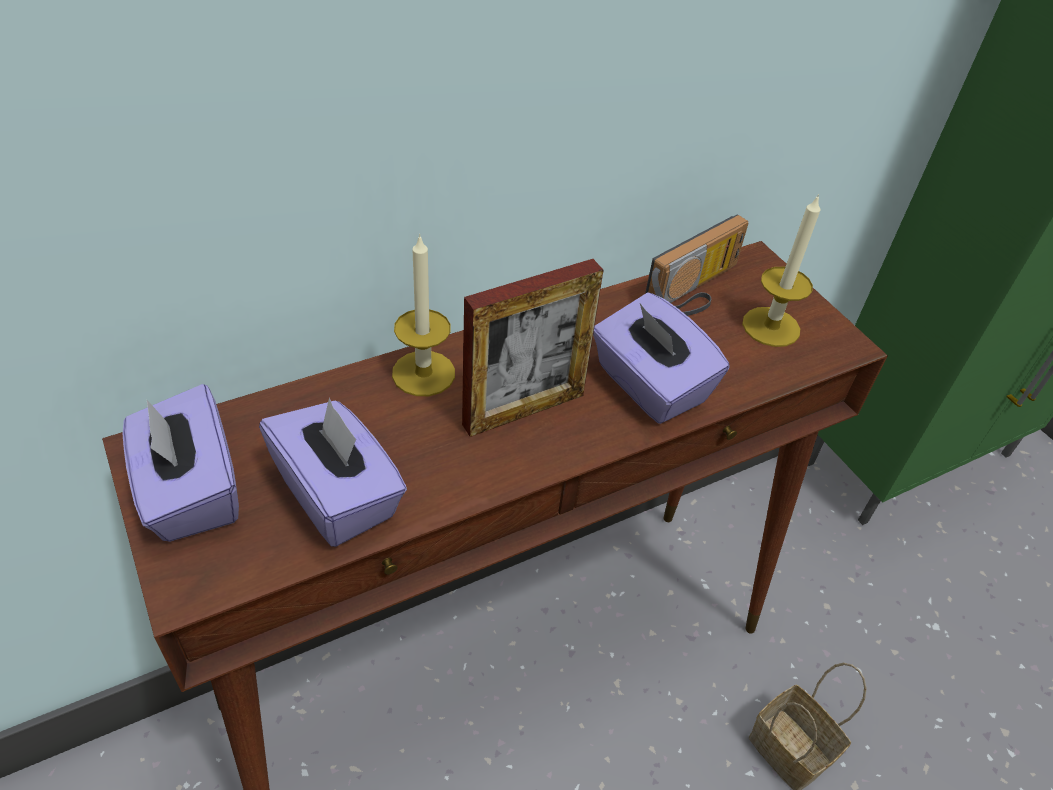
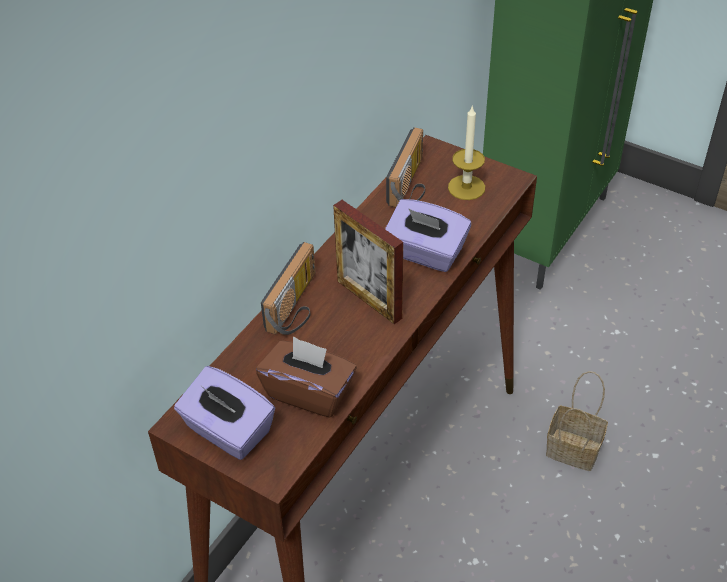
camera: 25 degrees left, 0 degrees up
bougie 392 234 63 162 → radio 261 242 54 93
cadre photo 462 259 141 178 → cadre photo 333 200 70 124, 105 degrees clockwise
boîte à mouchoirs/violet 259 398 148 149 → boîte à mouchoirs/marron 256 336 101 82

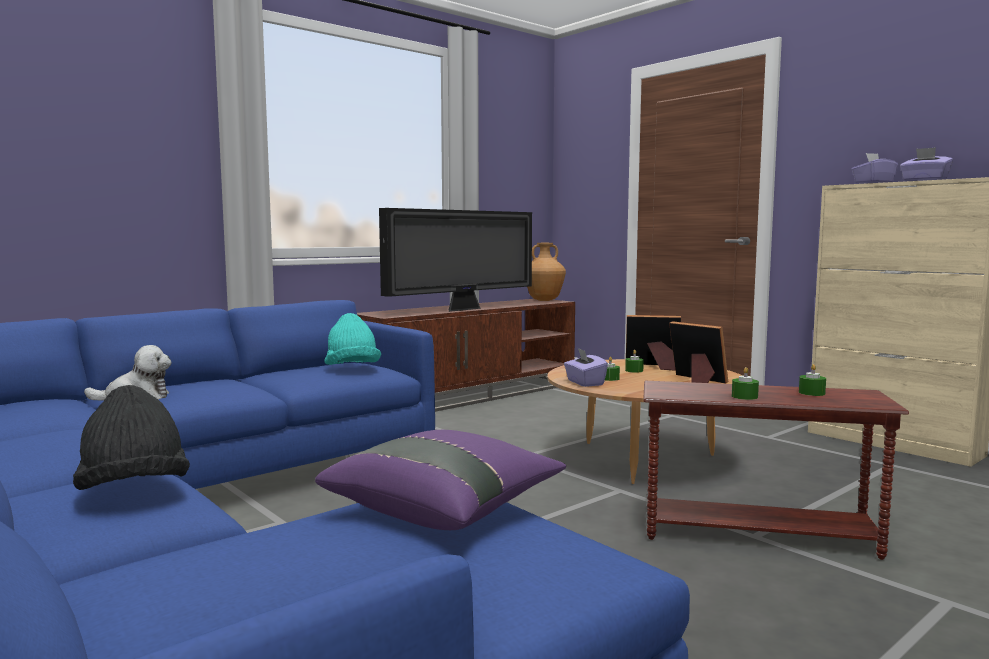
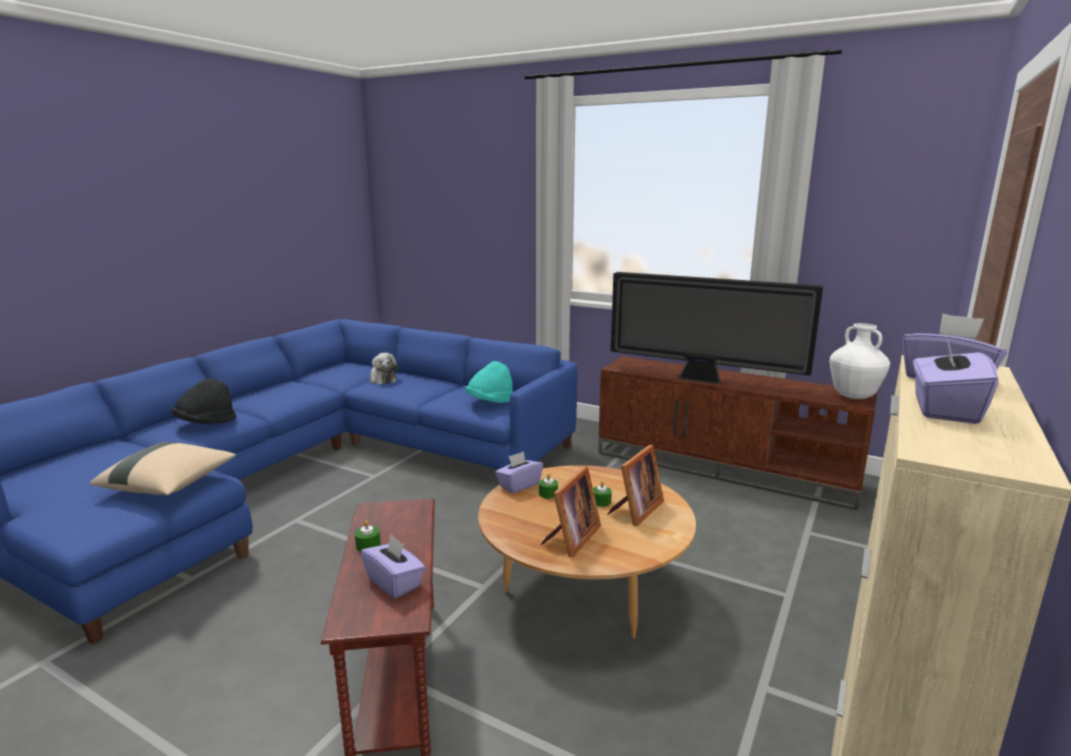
camera: 70 degrees right, 10 degrees up
vase/marron 527 243 39 58 → vase/blanc 829 323 61 76
cadre photo 626 315 55 56 → cadre photo 608 445 56 81, 45 degrees clockwise
bougie/vert 799 364 27 32 → boîte à mouchoirs/violet 361 535 64 63
coussin/violet 315 430 251 100 → coussin/beige 90 442 146 54

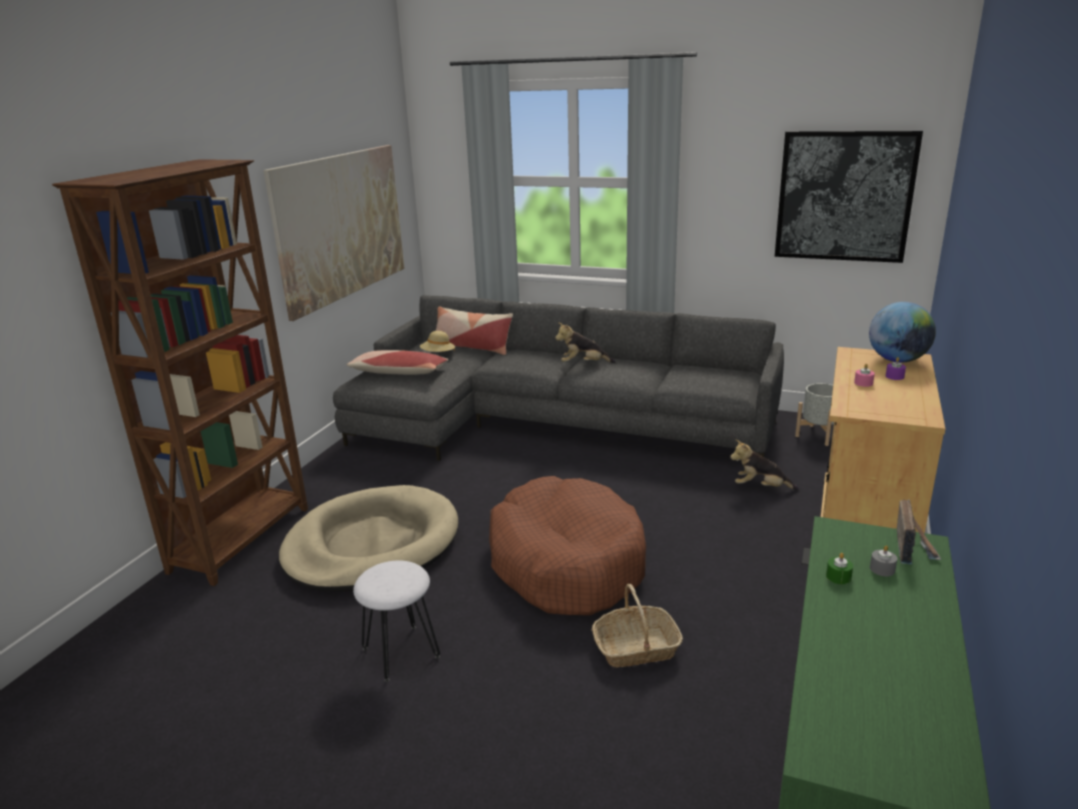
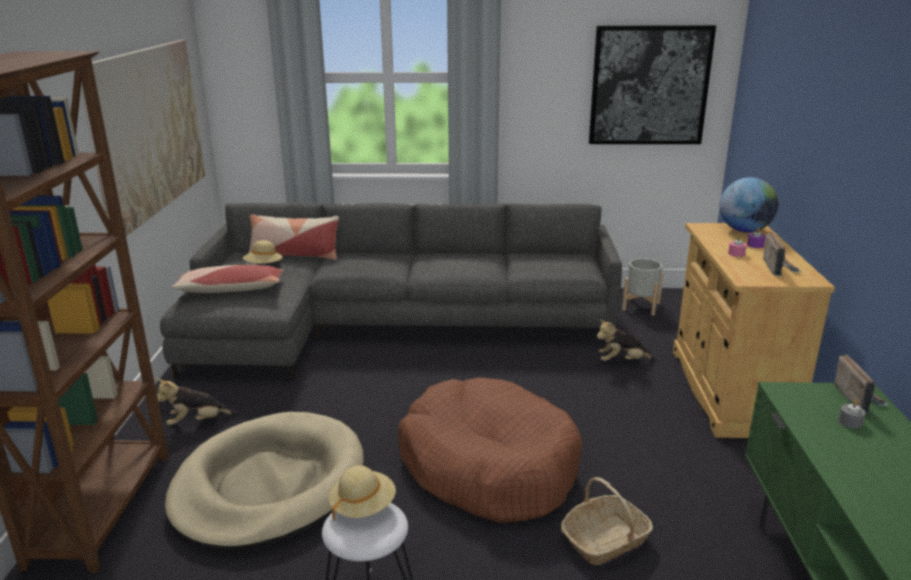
camera: 20 degrees left, 0 degrees up
peluche 555 322 60 41 → peluche 157 379 81 46, moved
bougie/vert 826 553 27 31 → -
- → radio 763 232 38 44
- → chapeau/beige 329 465 67 57

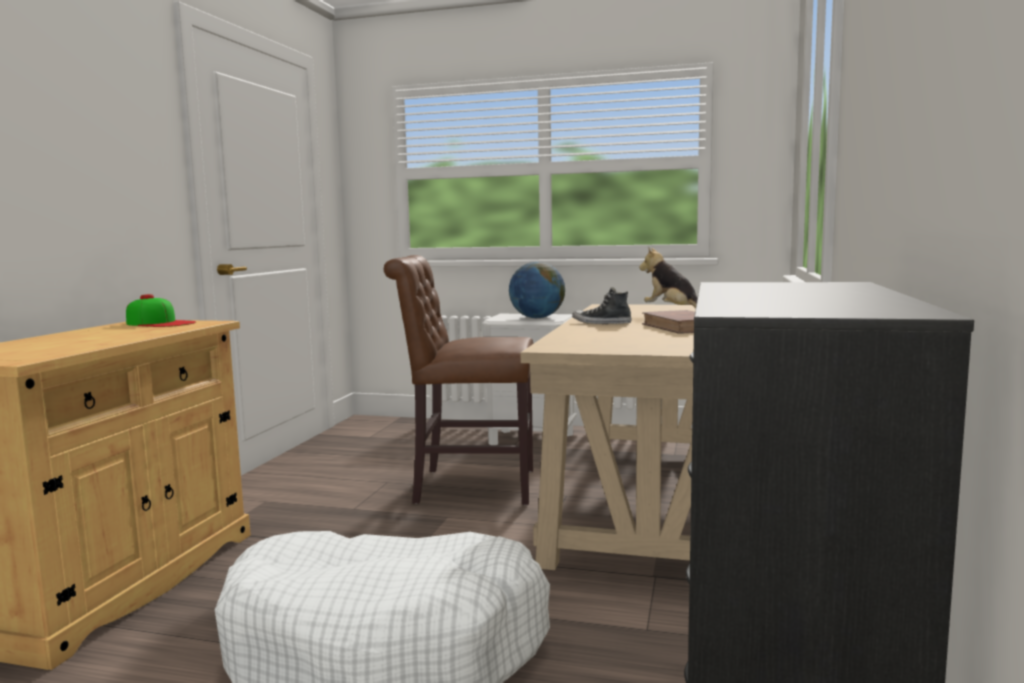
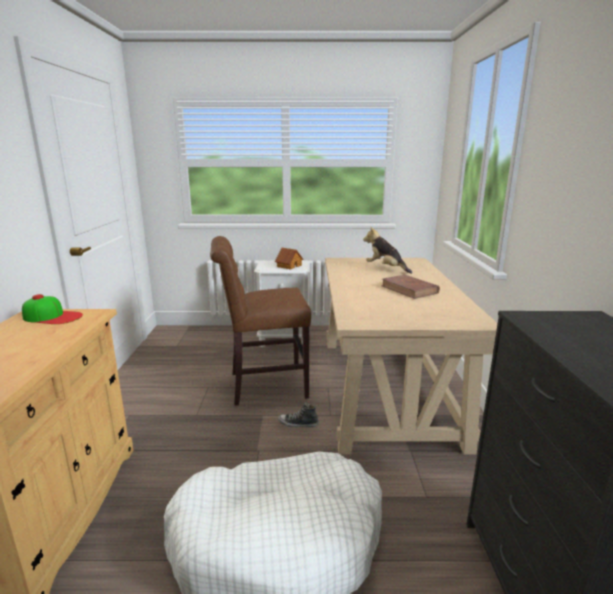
camera: 15 degrees left, 10 degrees up
globe 509 262 56 56 → maison miniature 275 248 28 21
chaussure 572 287 60 37 → chaussure 278 402 41 26, moved

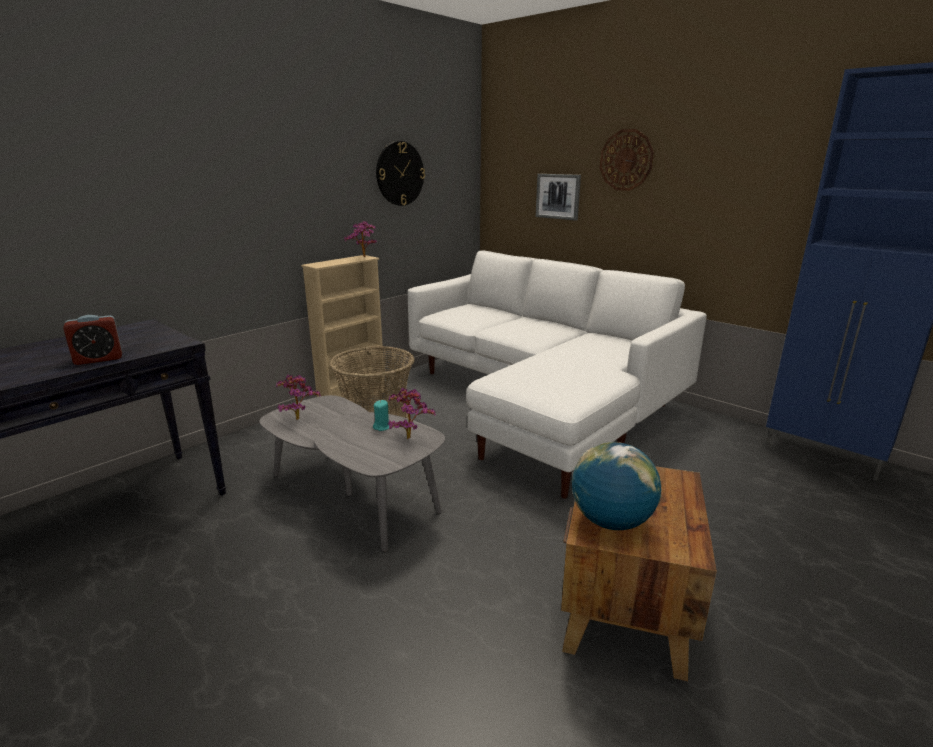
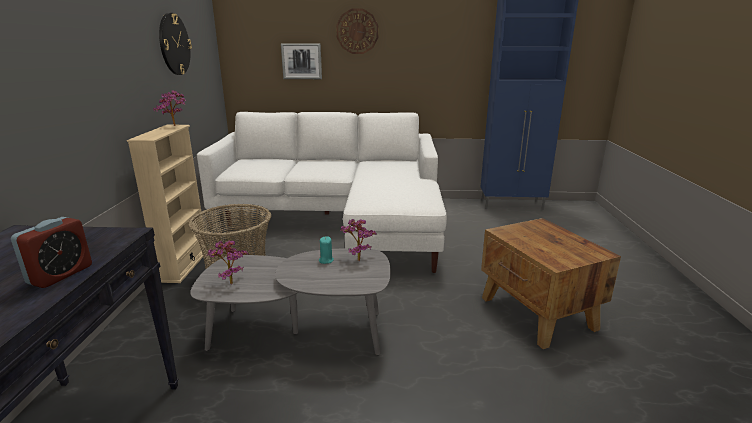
camera: 40 degrees left, 0 degrees up
globe 572 442 90 88 → -

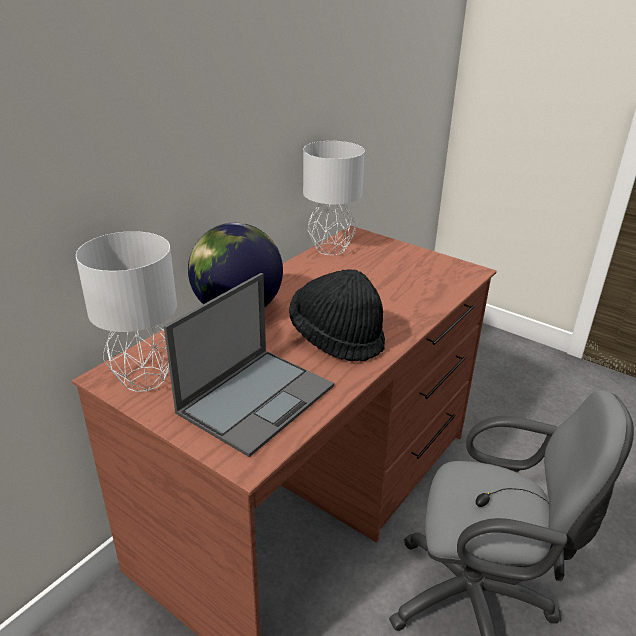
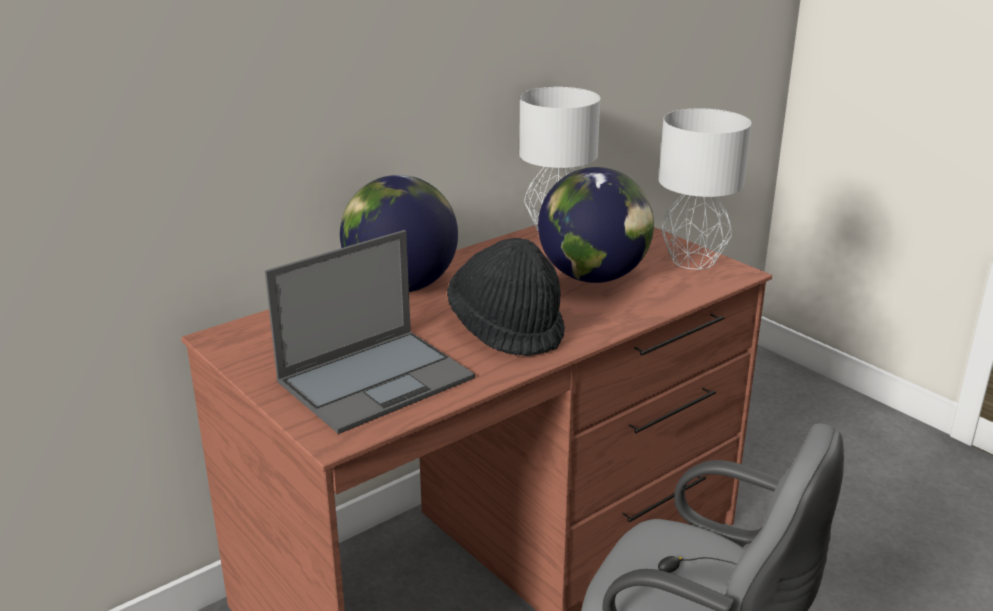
camera: 15 degrees right, 5 degrees down
lampe de table/gris 76 231 101 161 → lampe de table/gris 659 108 92 162, moved
- → globe 538 167 116 116

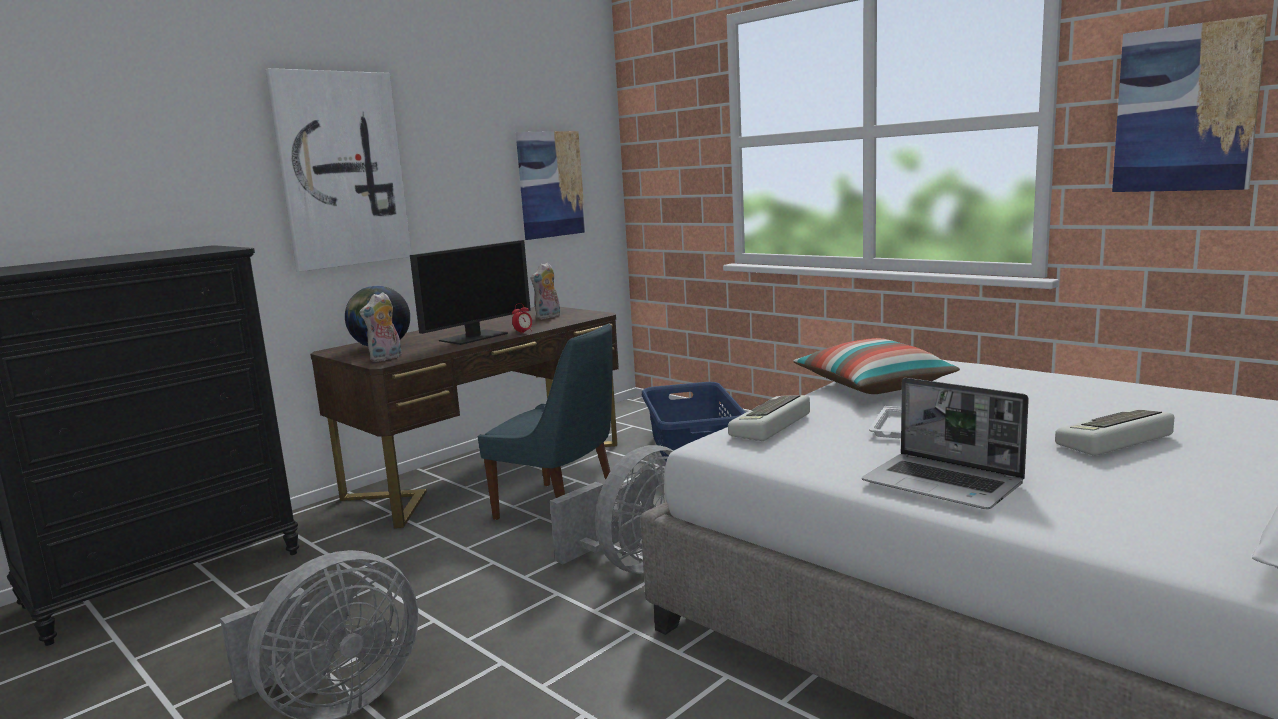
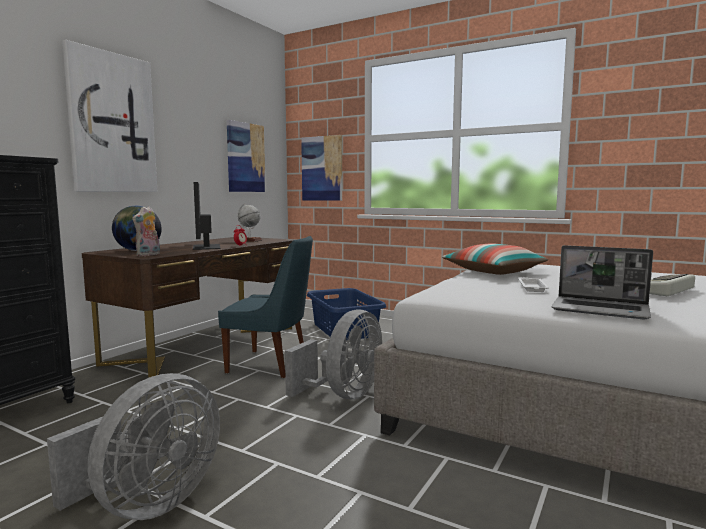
camera: 15 degrees left, 5 degrees down
tableau 1112 14 156 178 → tableau 301 135 41 66, moved
écran d'ordinateur 410 240 121 105 → écran d'ordinateur 193 182 28 68, 135 degrees clockwise
peluche 531 262 29 57 → globe 238 204 24 38
clavier 728 395 82 46 → -

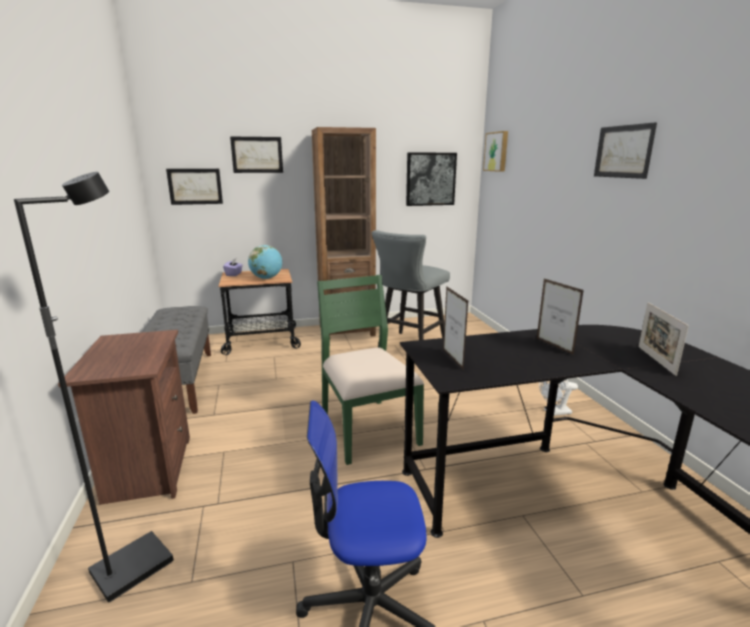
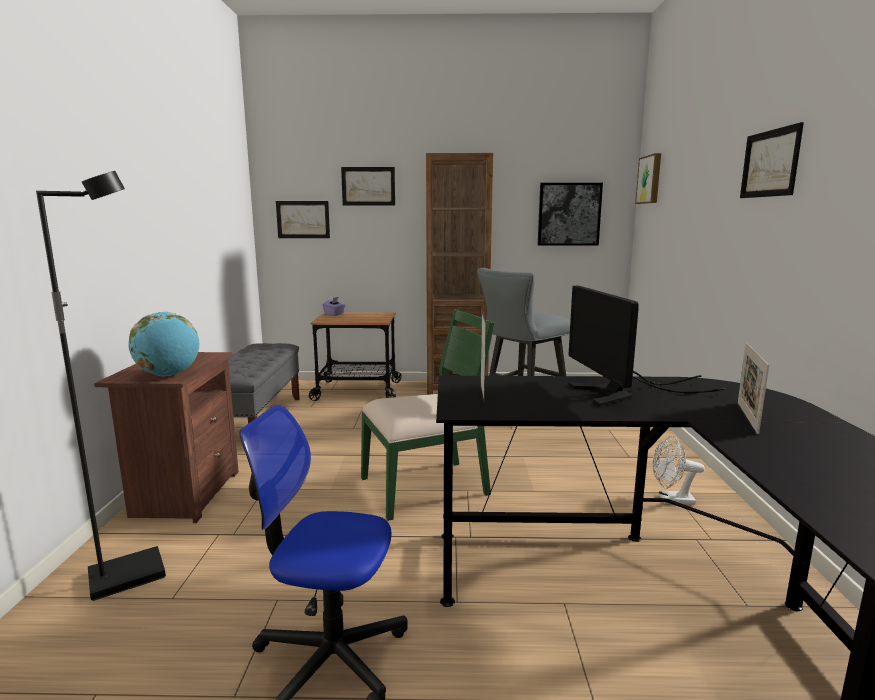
camera: 15 degrees right, 5 degrees down
globe 248 245 34 34 → globe 129 312 70 64, moved
chaise/vert 317 275 107 190 → chaise/vert 361 309 133 212, 75 degrees clockwise
cadre photo 537 278 47 77 → écran d'ordinateur 568 286 157 120

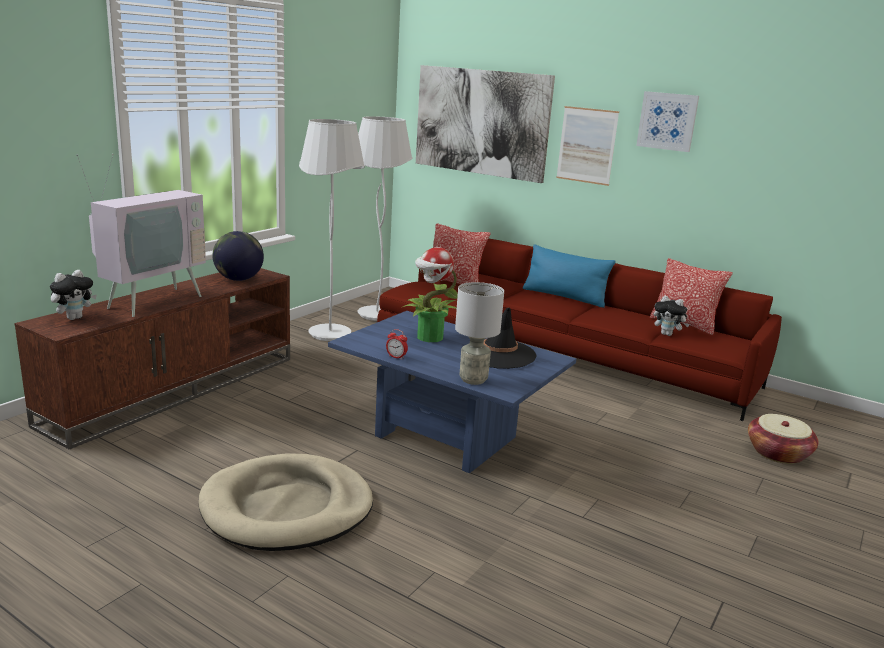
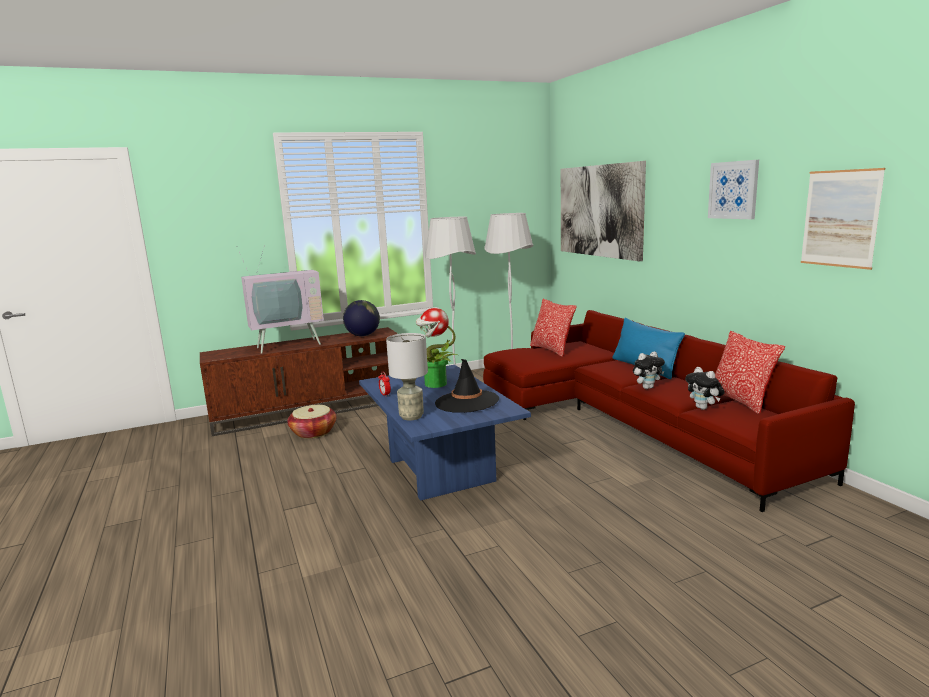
camera: 35 degrees right, 5 degrees down
tableau 556 106 63 80 → tableau 801 168 84 102, moved
peluche 50 270 47 50 → peluche 633 351 32 38, moved
panier 748 414 70 50 → panier 287 405 49 34, moved
panier pour chien/beige 199 453 174 98 → -

